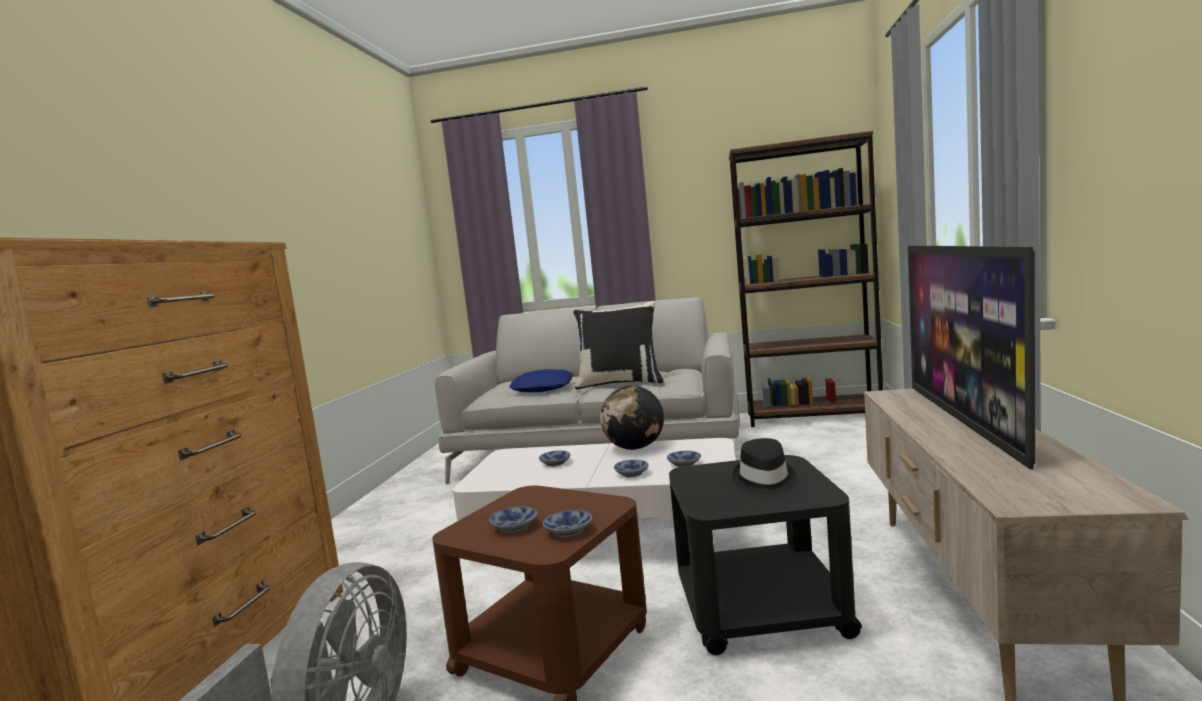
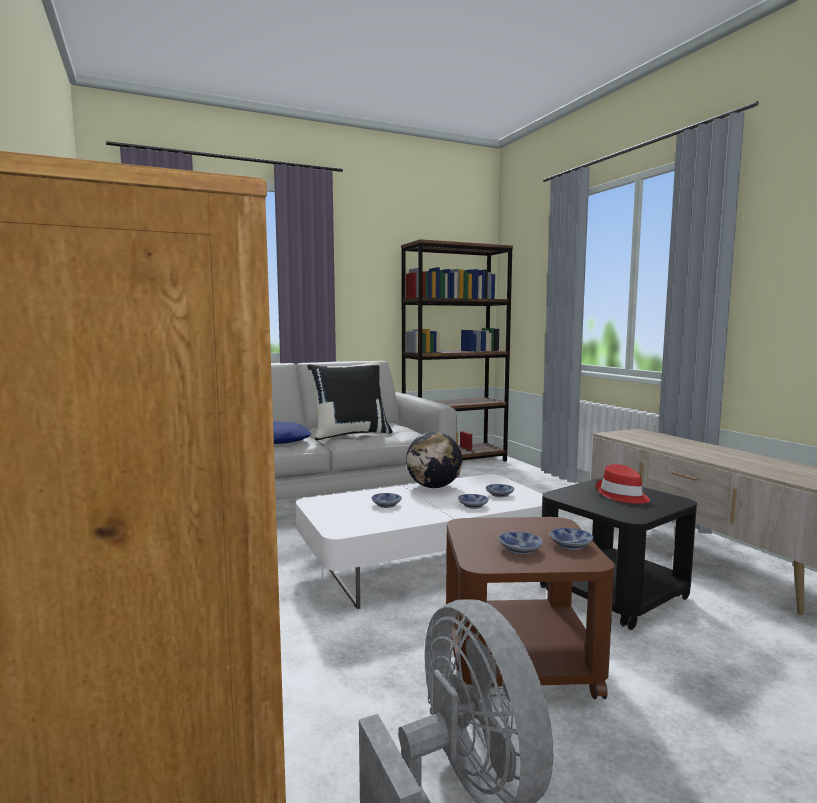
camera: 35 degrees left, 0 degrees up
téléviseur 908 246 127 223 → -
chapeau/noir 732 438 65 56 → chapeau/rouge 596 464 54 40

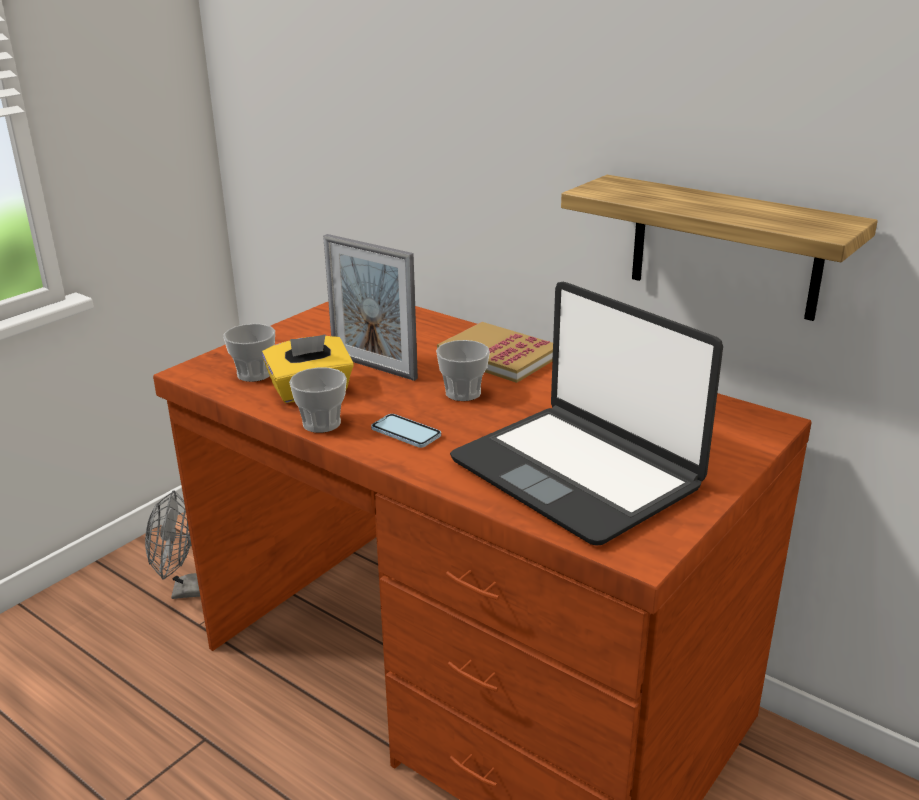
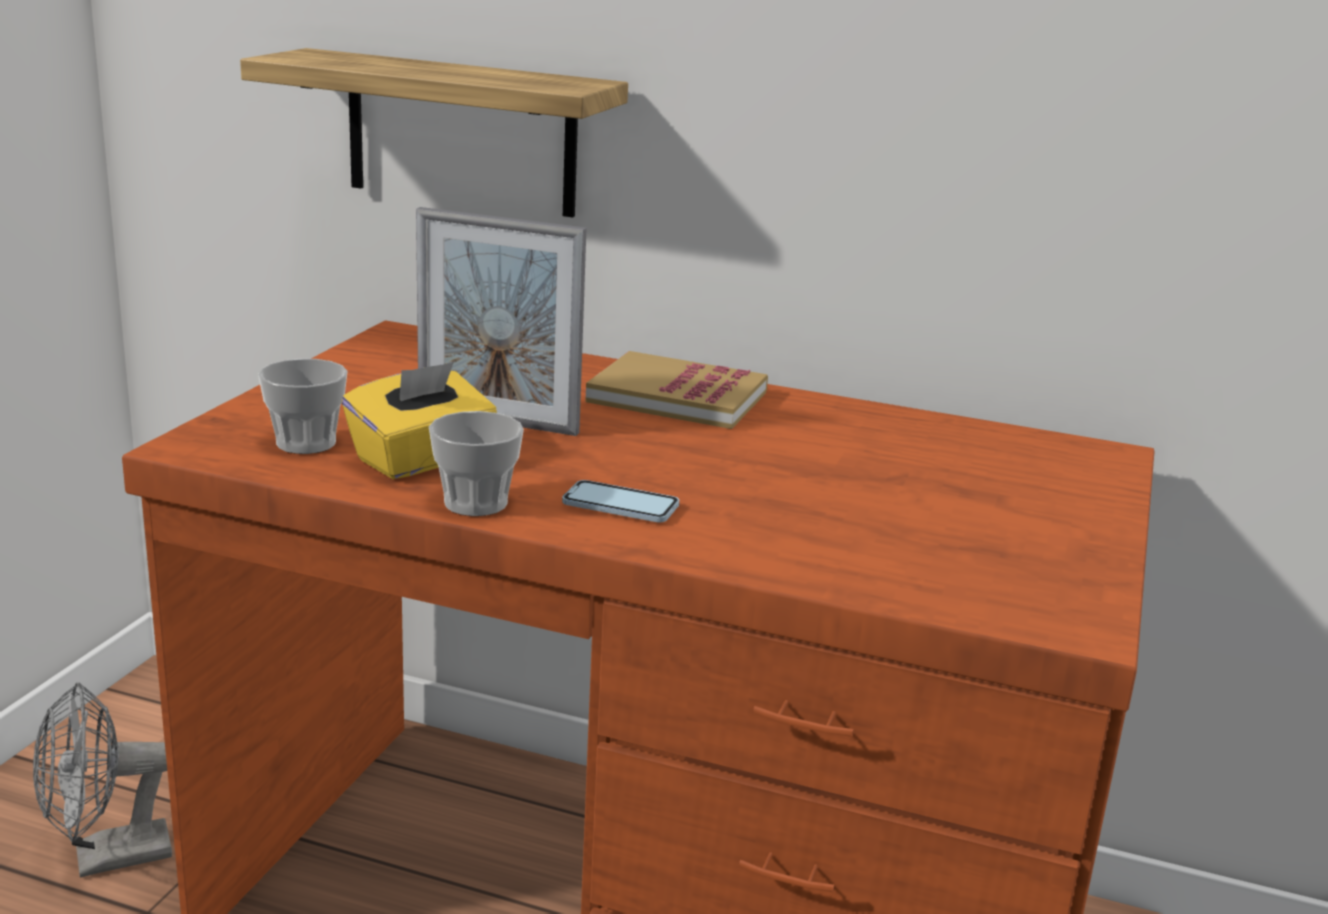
camera: 20 degrees left, 5 degrees down
étagère 561 175 317 146 → étagère 240 48 388 170, moved
ordinateur portable 450 282 273 264 → -
tasse 436 340 54 61 → -

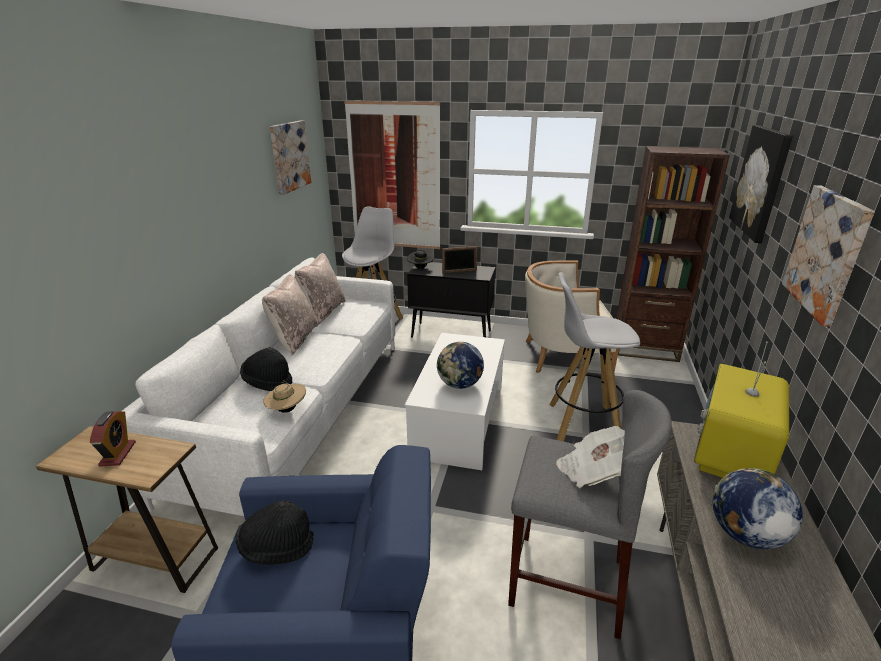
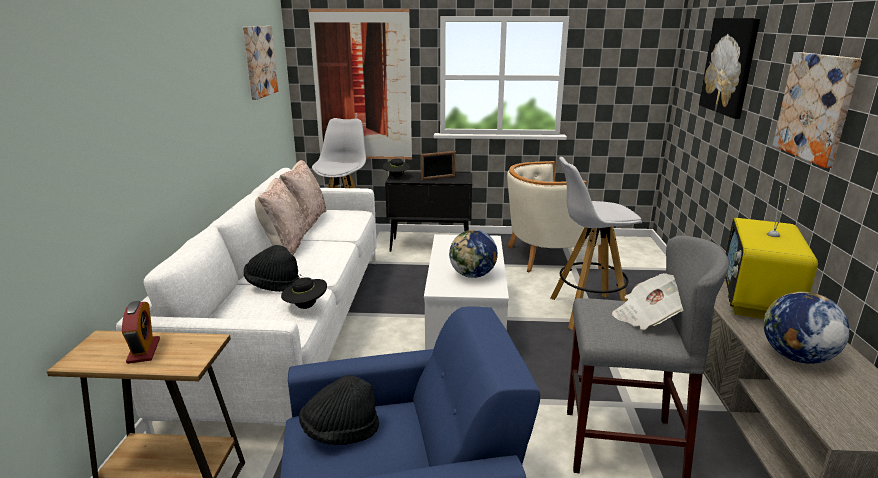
camera: 10 degrees left, 5 degrees down
bibliothèque/marron 616 146 114 216 → -
chapeau/beige 263 380 43 33 → chapeau/noir 281 275 46 34

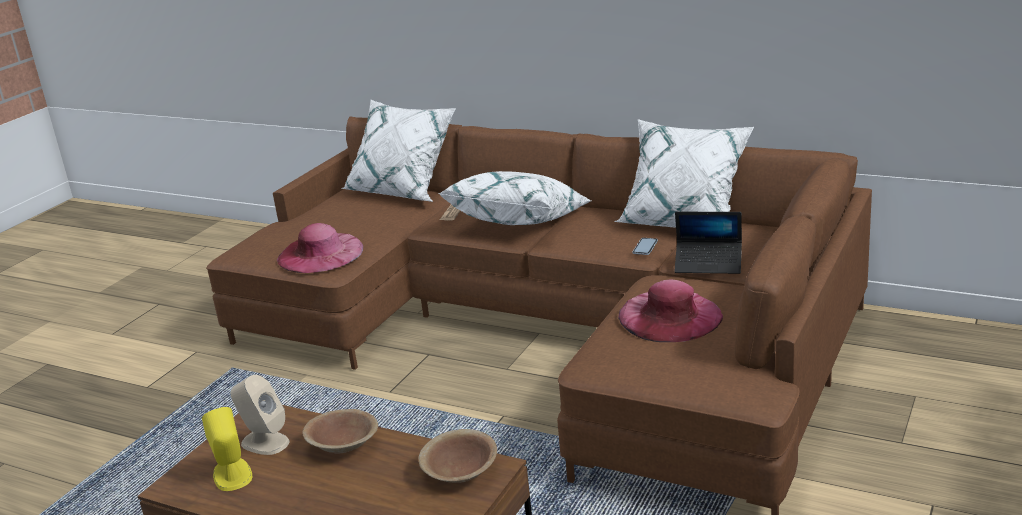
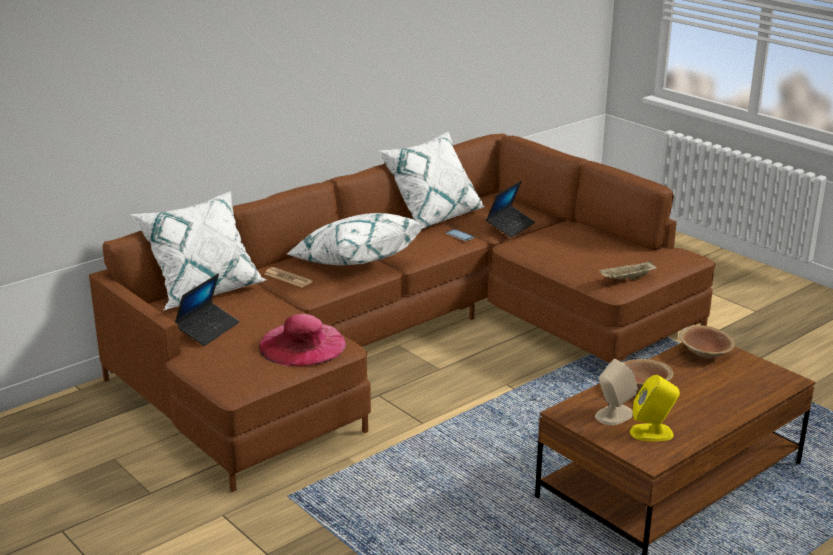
camera: 70 degrees left, 0 degrees up
chapeau/rose 618 280 105 62 → -
- → plateau/beige 599 261 58 19
- → ordinateur portable 175 274 65 72

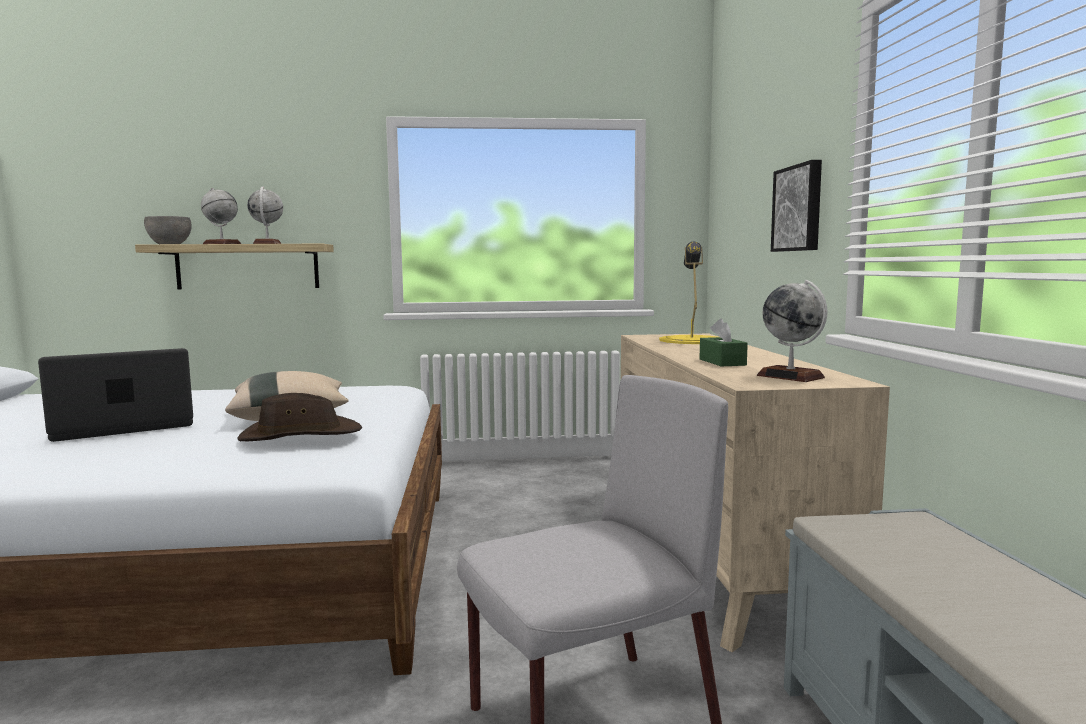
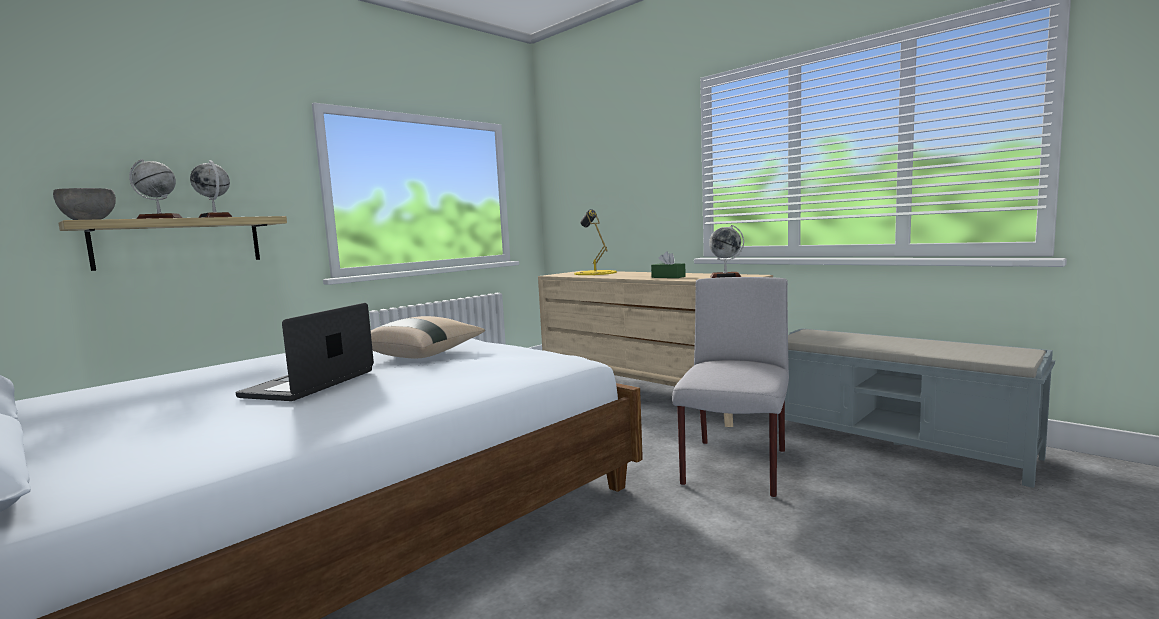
camera: 40 degrees left, 0 degrees up
tableau 771 160 51 92 → -
chapeau/marron 237 393 125 48 → -

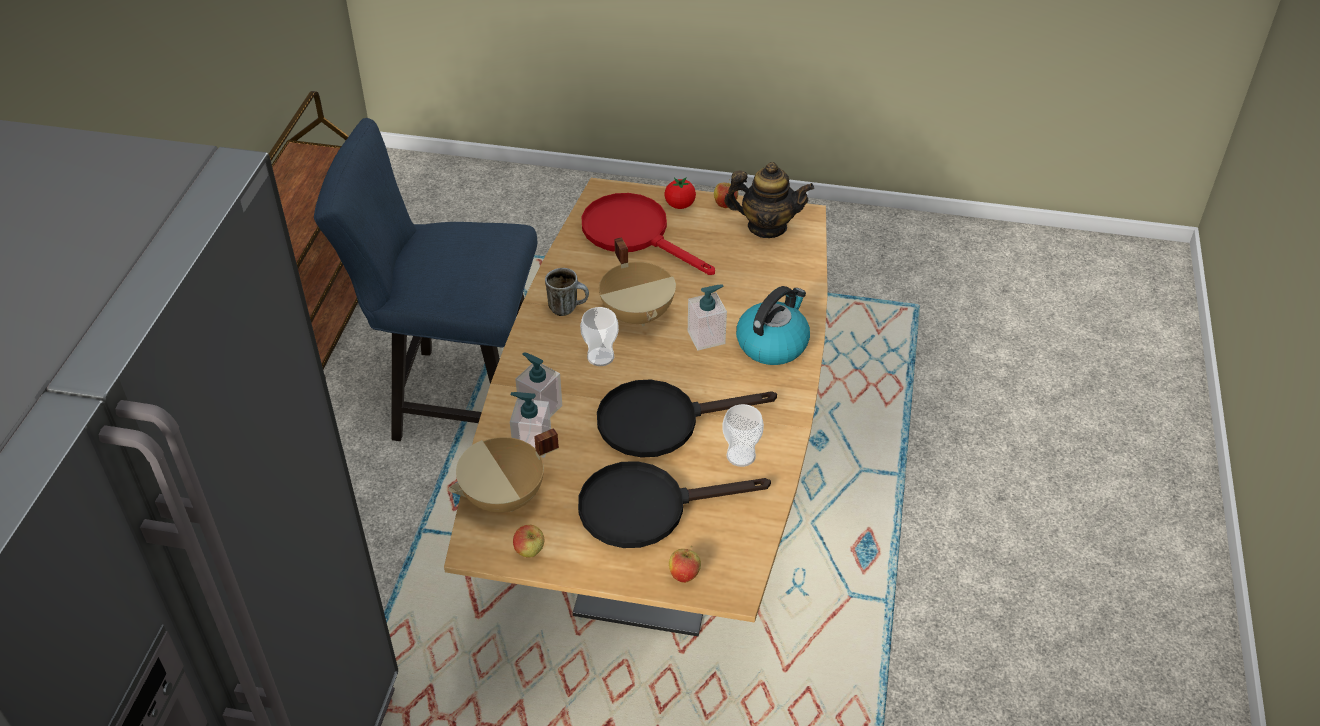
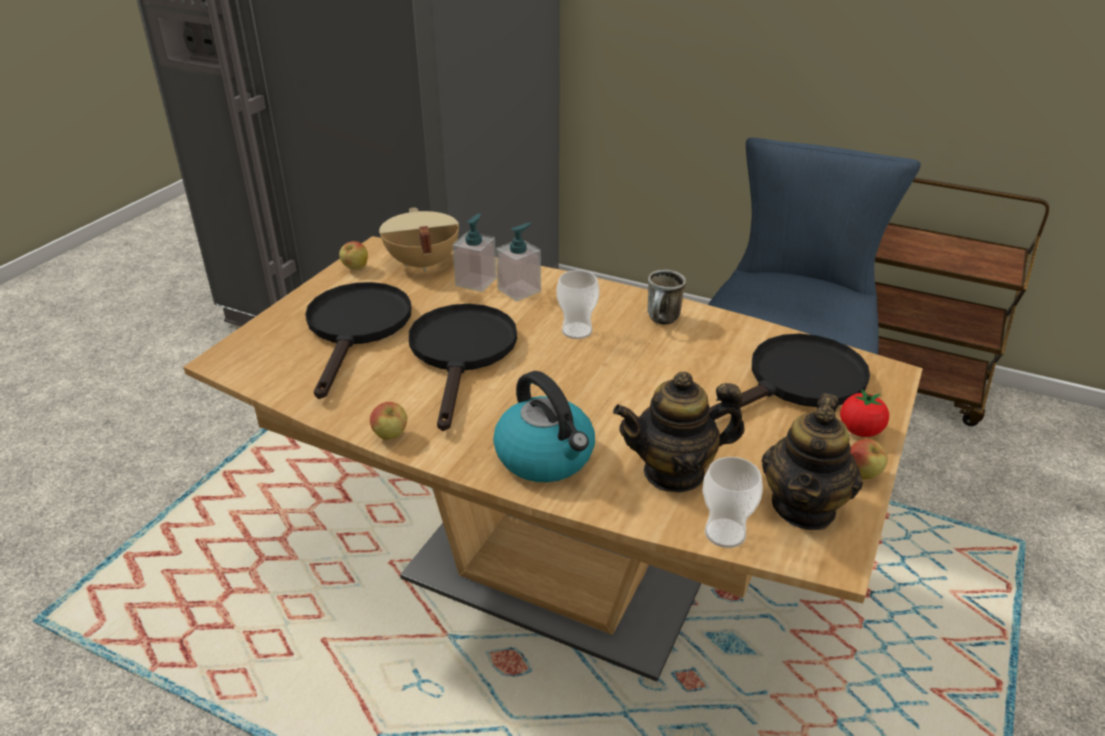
camera: 105 degrees right, 10 degrees down
poêle/rouge 582 193 133 82 → poêle/noir 709 334 161 86
marmite/beige 599 237 77 89 → -
distributeur de savon 688 285 39 65 → -
tasse 722 404 42 63 → tasse 703 457 60 91, moved
pomme 669 546 32 37 → pomme 370 402 37 38, moved
- → théière 613 372 132 121

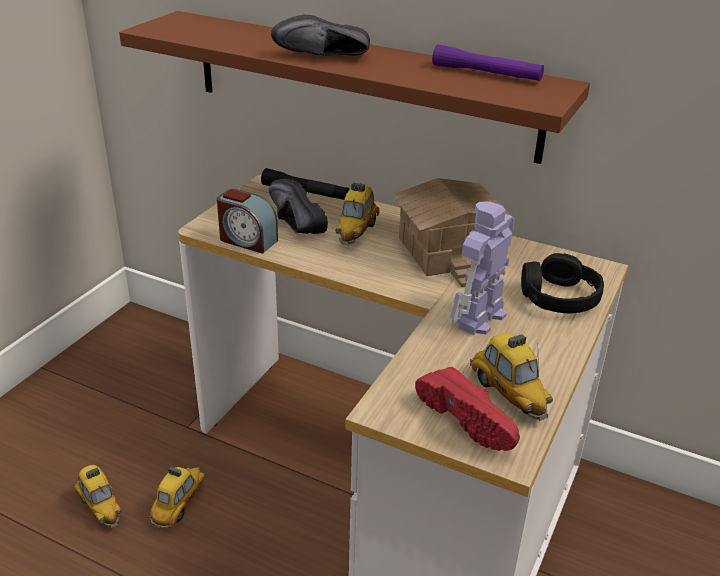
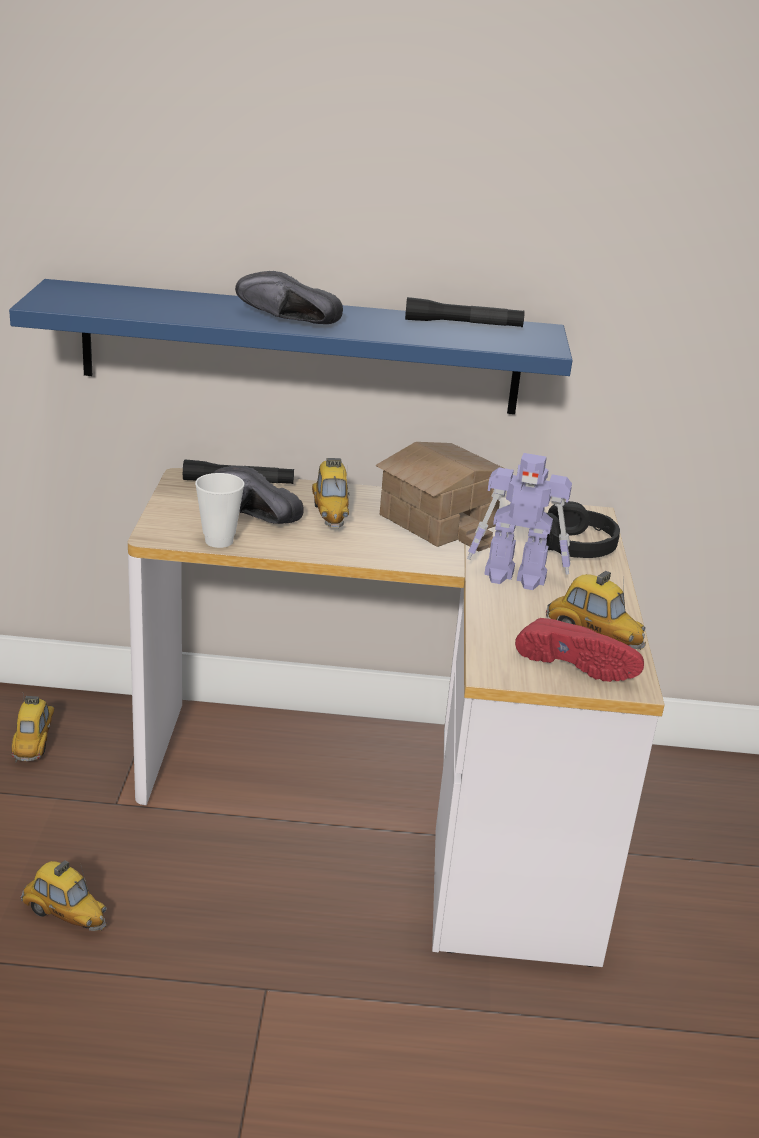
camera: 25 degrees left, 5 degrees down
étagère/marron 119 11 471 153 → étagère/bleu 9 279 563 135
chaussure/noir 271 15 99 41 → chaussure/noir 235 271 108 53, 45 degrees clockwise
lampe de poche/violet 432 44 112 37 → lampe de poche/noir 405 297 120 30
réveil 217 189 61 65 → tasse 195 473 49 75
robot jouet 450 201 65 134 → robot jouet 467 453 105 137, 90 degrees counterclockwise
petite voiture 149 461 56 68 → petite voiture 12 695 42 68, moved

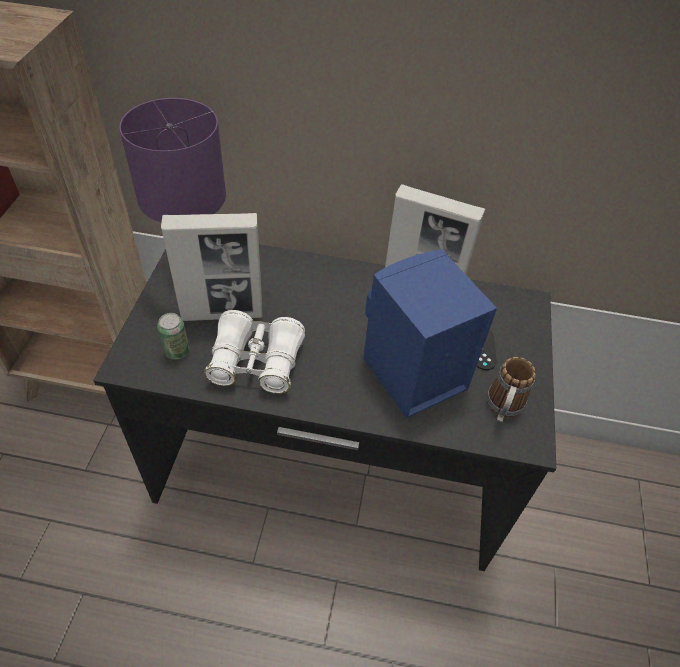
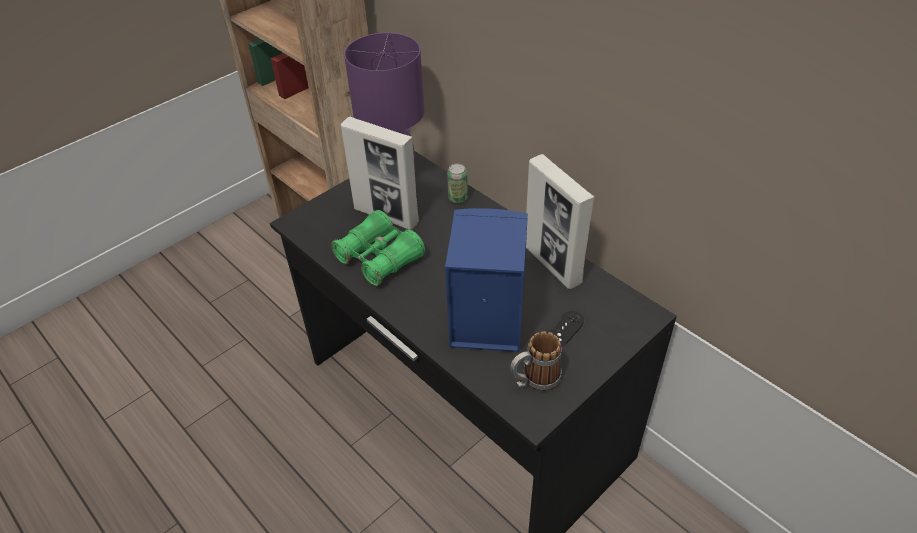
camera: 40 degrees right, 5 degrees down
jumelles/blanc 204 310 101 84 → jumelles/vert 331 210 94 76
boîte métallique 157 313 32 47 → boîte métallique 447 164 21 39, moved

